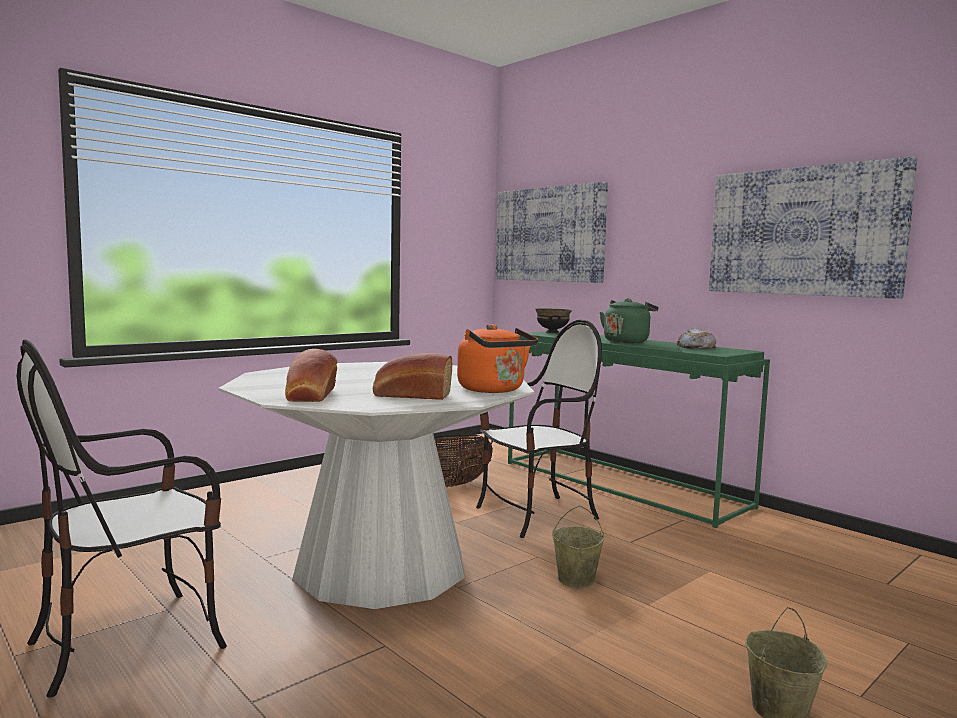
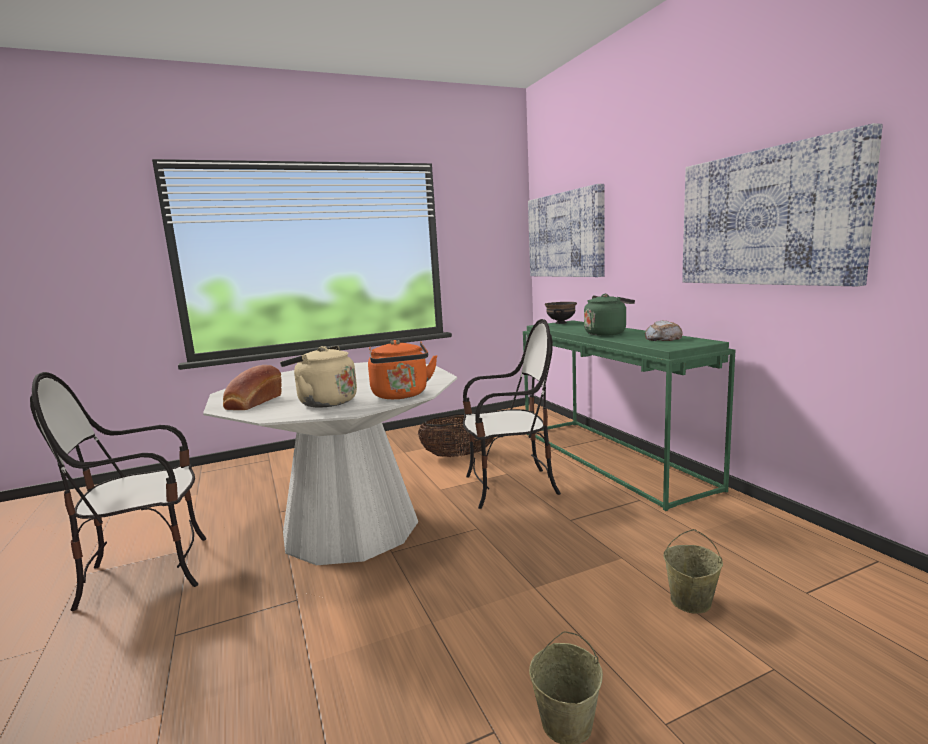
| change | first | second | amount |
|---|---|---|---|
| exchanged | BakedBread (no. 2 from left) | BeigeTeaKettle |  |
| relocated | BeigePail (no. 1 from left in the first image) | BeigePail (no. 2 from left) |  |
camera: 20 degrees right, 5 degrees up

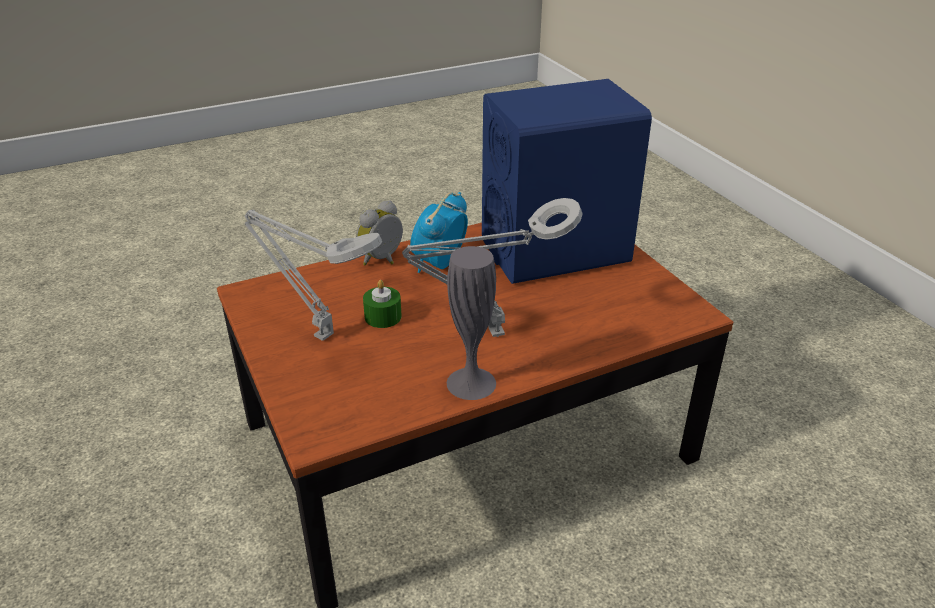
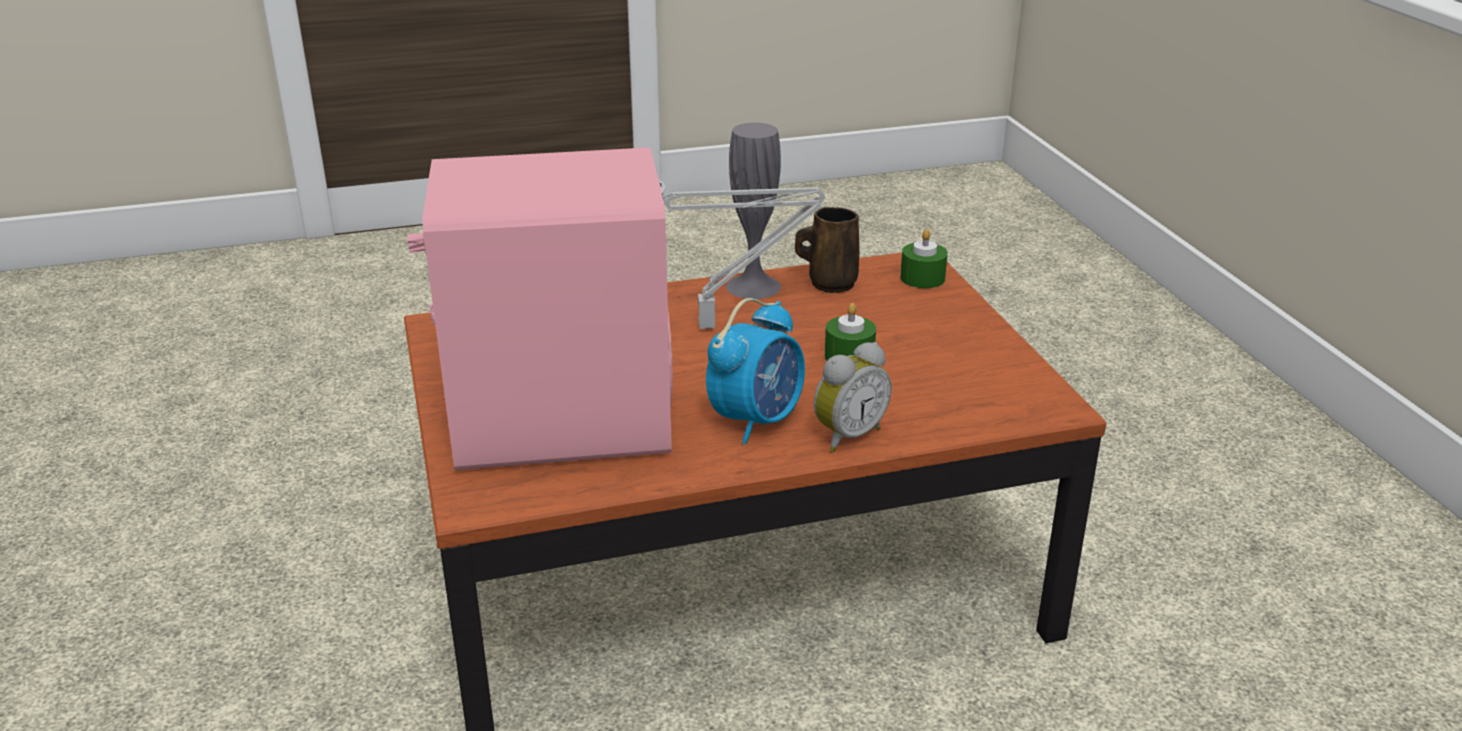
| change | first | second | amount |
|---|---|---|---|
| colour | BluishSpeaker | PinkColouredSpeaker |  |
| missing | GreyTableLamp (no. 1 from left) |  |  |
| appeared |  | BrownCoffeeMug |  |
| appeared |  | GreenCandle (no. 2 from left) |  |
camera: 170 degrees left, 5 degrees down

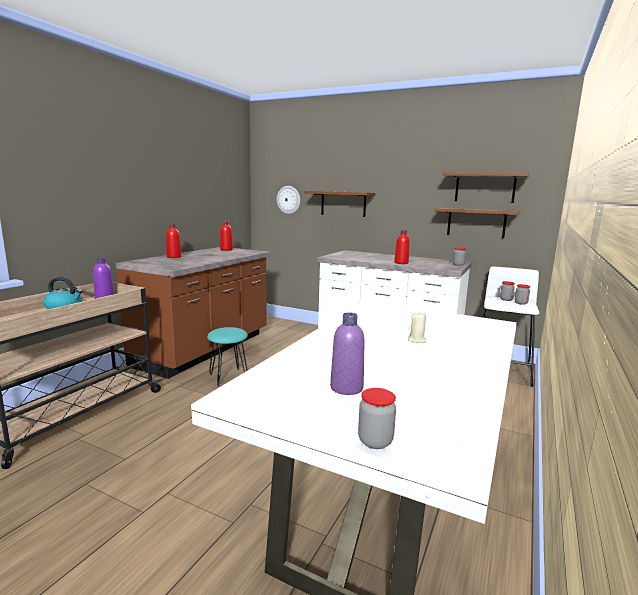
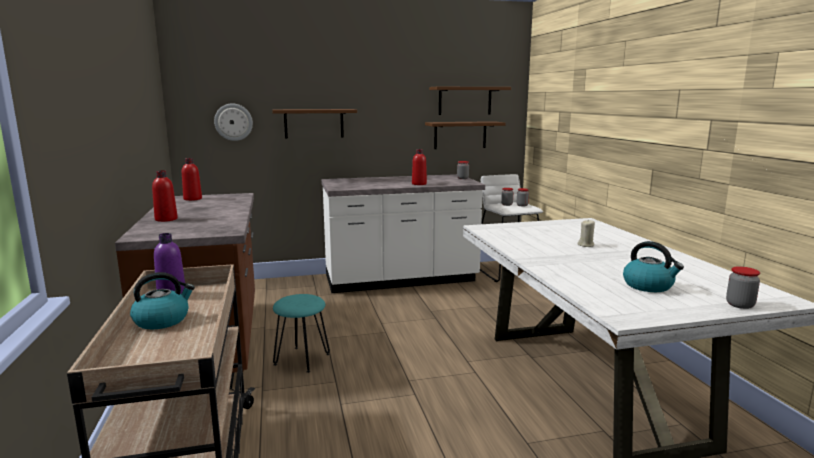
| change | first | second | amount |
|---|---|---|---|
| exchanged | PurpleDrinkBottle (no. 2 from left) | TeaKettle (no. 2 from left) |  |
camera: 40 degrees left, 0 degrees up

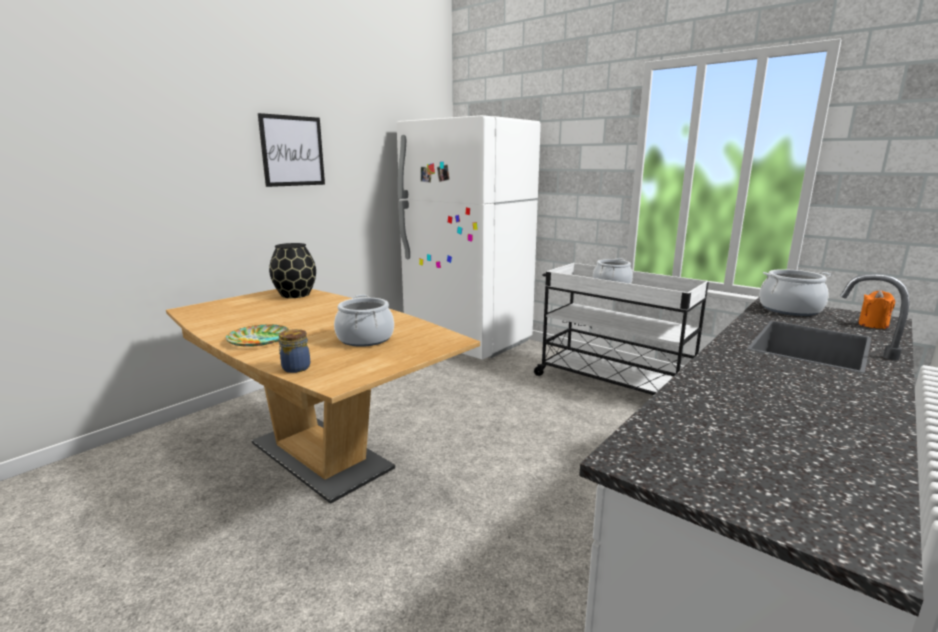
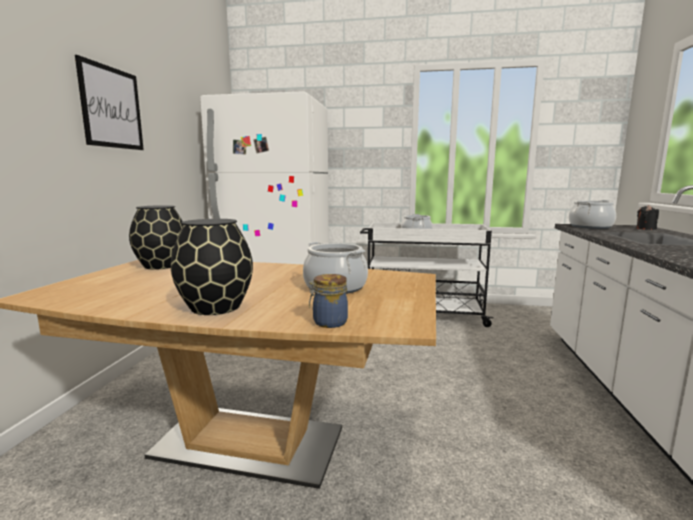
| change | first | second | amount |
|---|---|---|---|
| colour | OrangeyCandle | BlackishCandle |  |
| exchanged | Plate | BlackishFlowerVase (no. 2 from left) |  |
camera: 30 degrees left, 5 degrees down

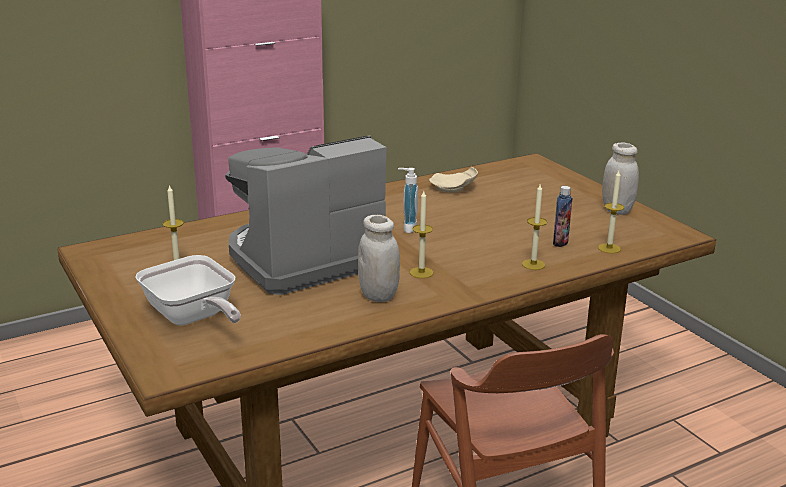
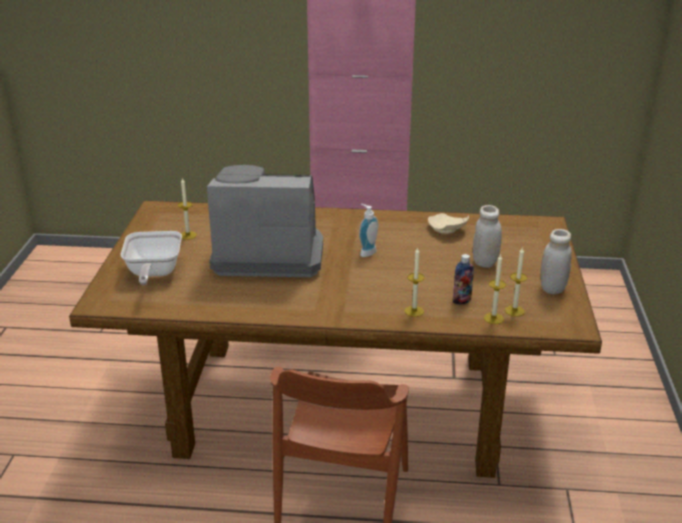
| change | first | second | amount |
|---|---|---|---|
| relocated | Candle (no. 2 from left in the first image) | Candle (no. 4 from left) |  |
| relocated | WhitishPreserveJar (no. 1 from left) |  |  |
camera: 35 degrees right, 5 degrees up

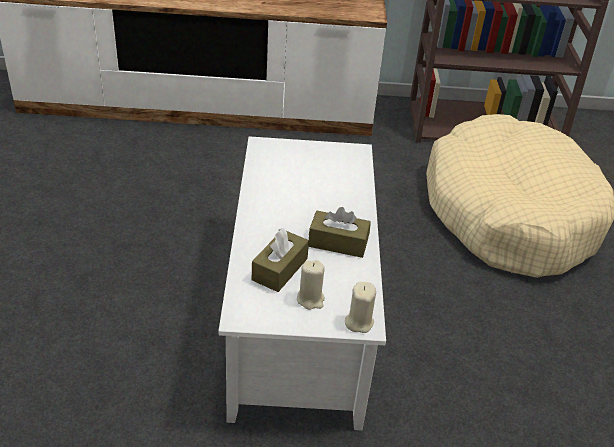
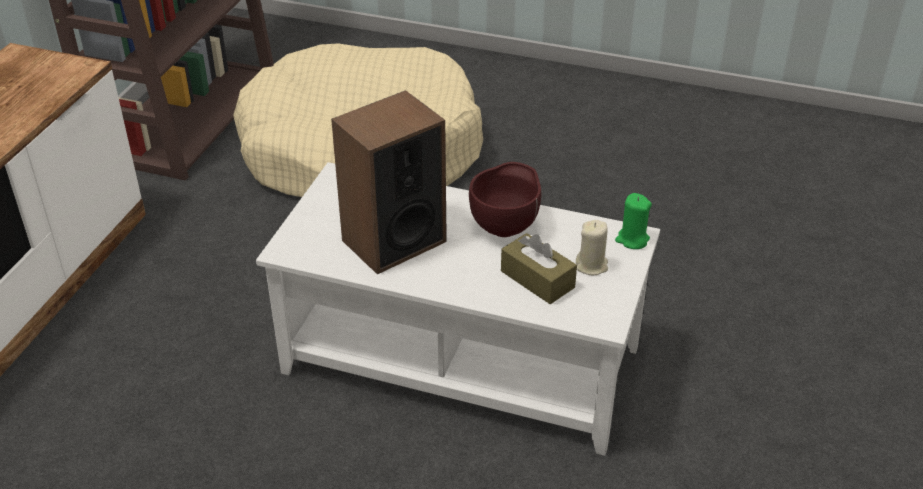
| change | first | second | amount |
|---|---|---|---|
| exchanged | BrownBoxOfTissues (no. 2 from left) | BrownDeepDish |  |
| colour | BeigeCandle (no. 2 from left) | GreenCandle |  |
| appeared |  | Speaker |  |
camera: 70 degrees left, 0 degrees up

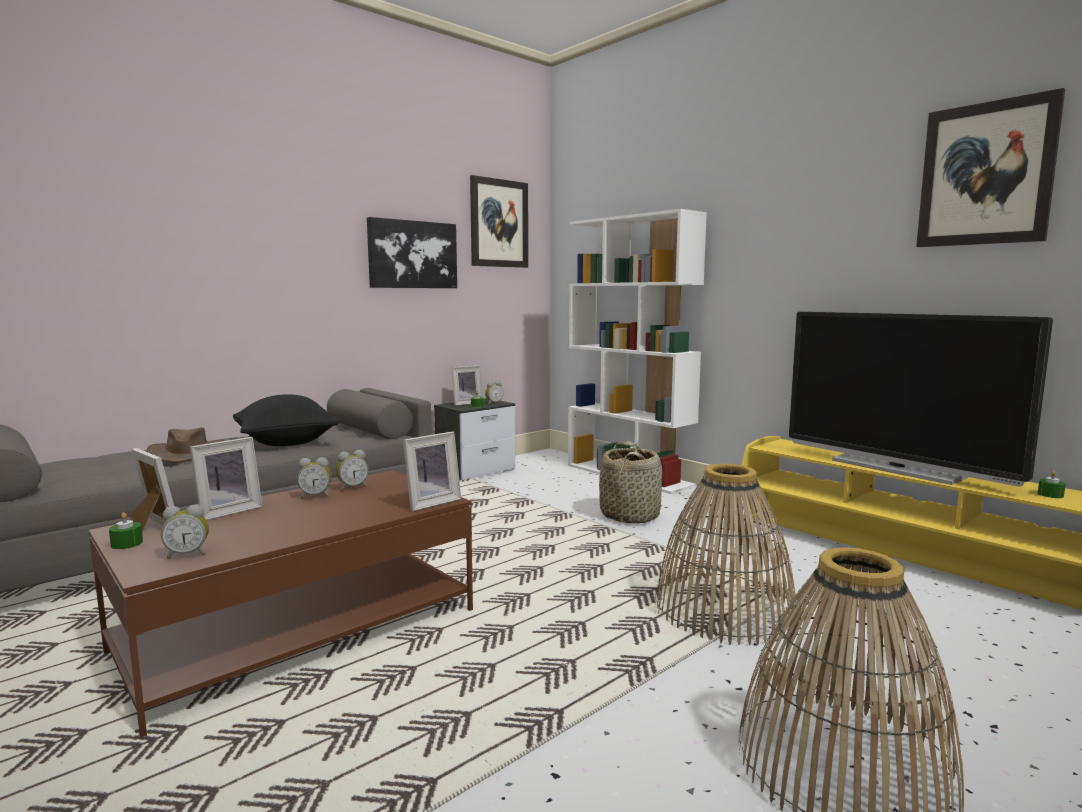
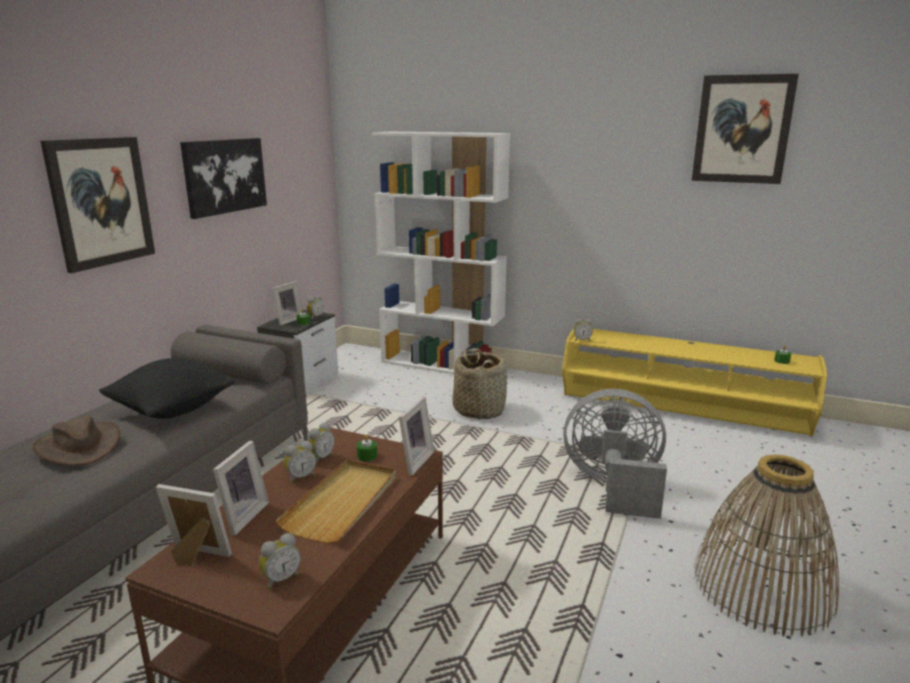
| change | first | second | amount |
|---|---|---|---|
| relocated | WallPicture (no. 2 from left in the first image) | WallPicture (no. 1 from left) |  |
| missing | TvSet |  |  |
| exchanged | Basket (no. 2 from left) | GreyCoolingFan |  |
| relocated | GreenCandle (no. 1 from left in the first image) | GreenCandle (no. 2 from left) |  |
| appeared |  | AlarmClock (no. 5 from left) |  |
| appeared |  | BeigeServingTray |  |
camera: 25 degrees left, 10 degrees up

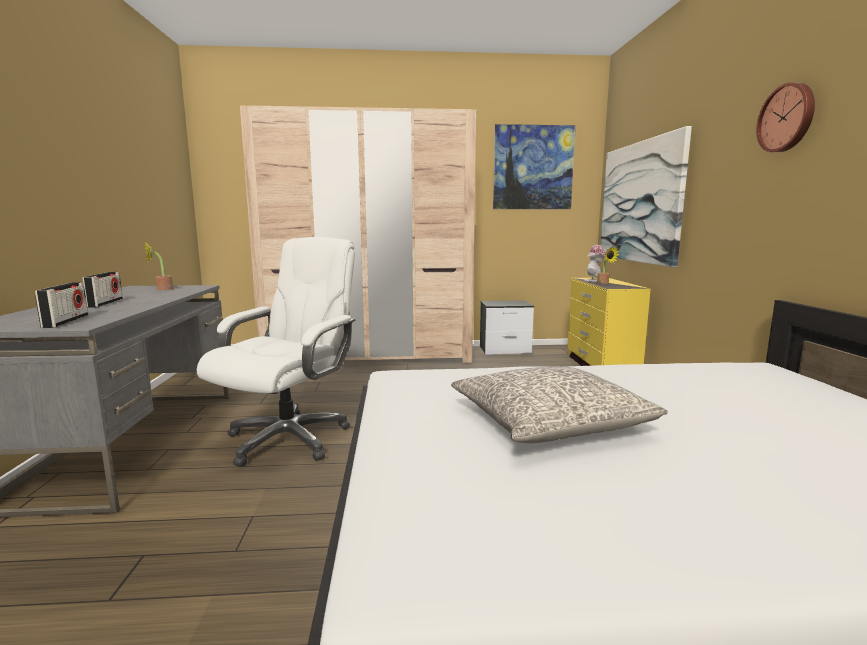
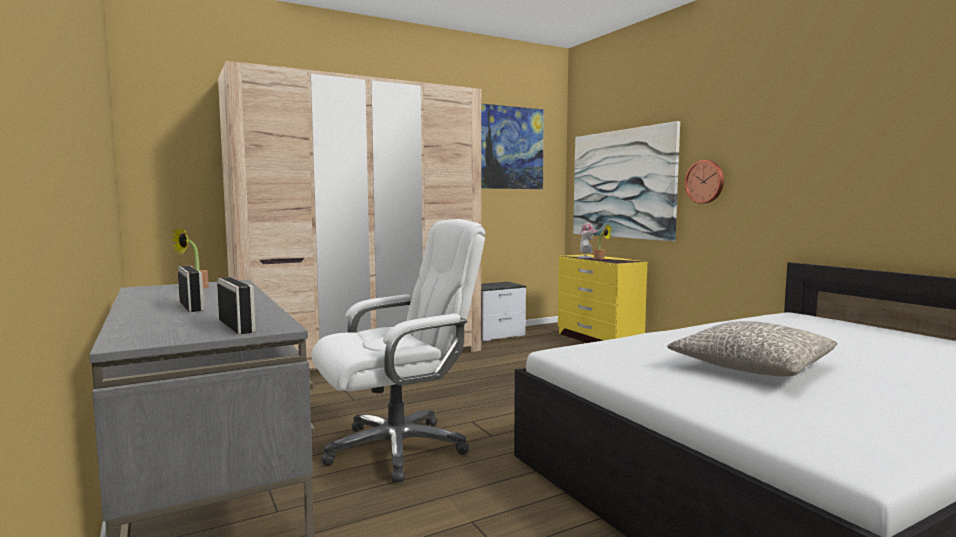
| change | first | second | amount |
|---|---|---|---|
| relocated | HangingClock |  |  |
| spun | WhitishOfficeChair |  | 60 degrees clockwise |
camera: 25 degrees left, 5 degrees down

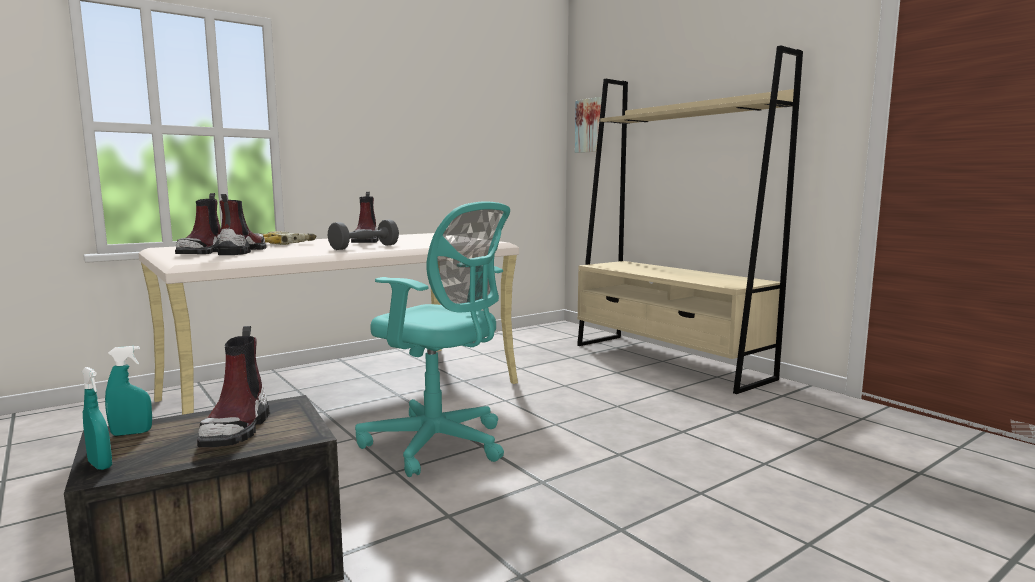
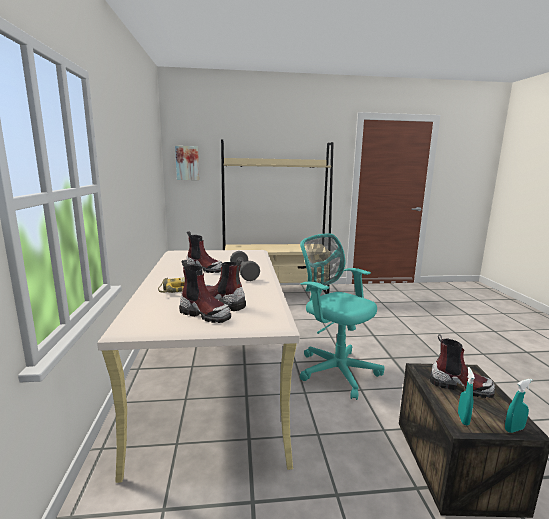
| change | first | second | amount |
|---|---|---|---|
| spun | TurquoiseColouredOfficeChair |  | 105 degrees counterclockwise |
camera: 60 degrees left, 5 degrees up

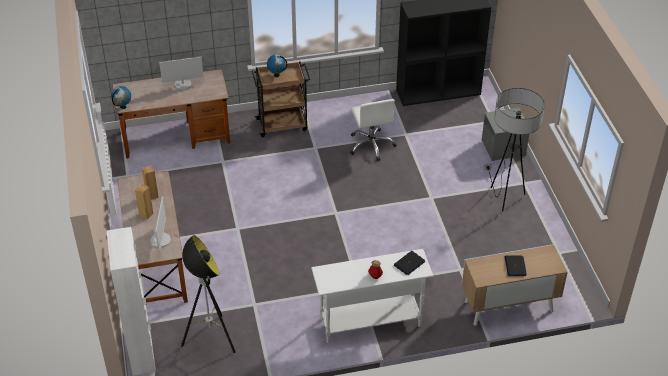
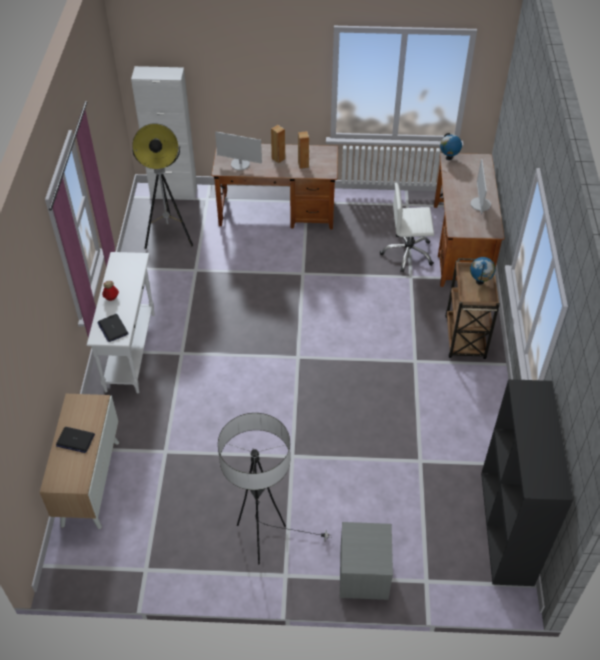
| change | first | second | amount |
|---|---|---|---|
| relocated | WhitishOfficeChair |  |  |
camera: 105 degrees right, 5 degrees up

